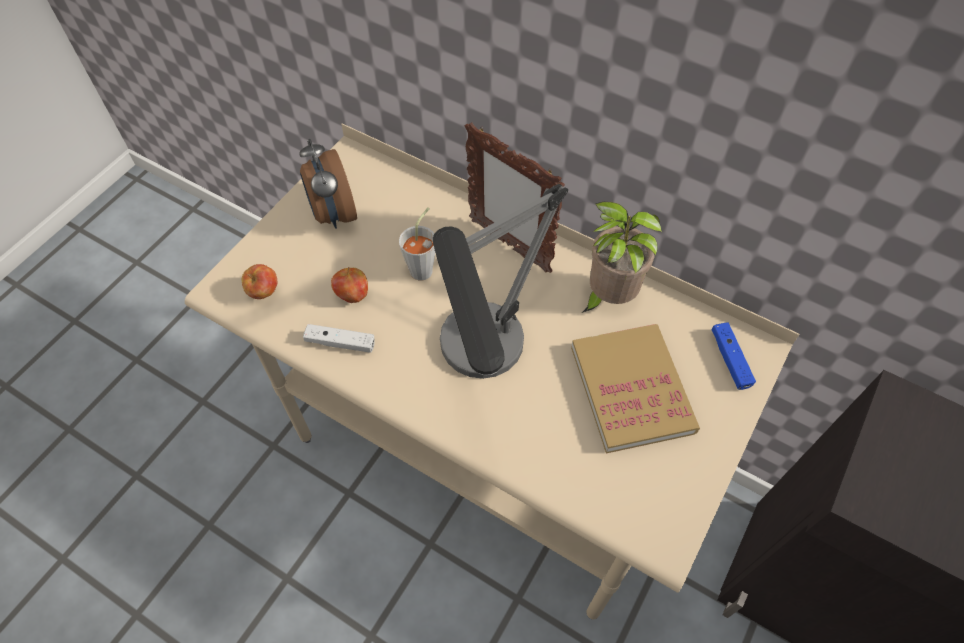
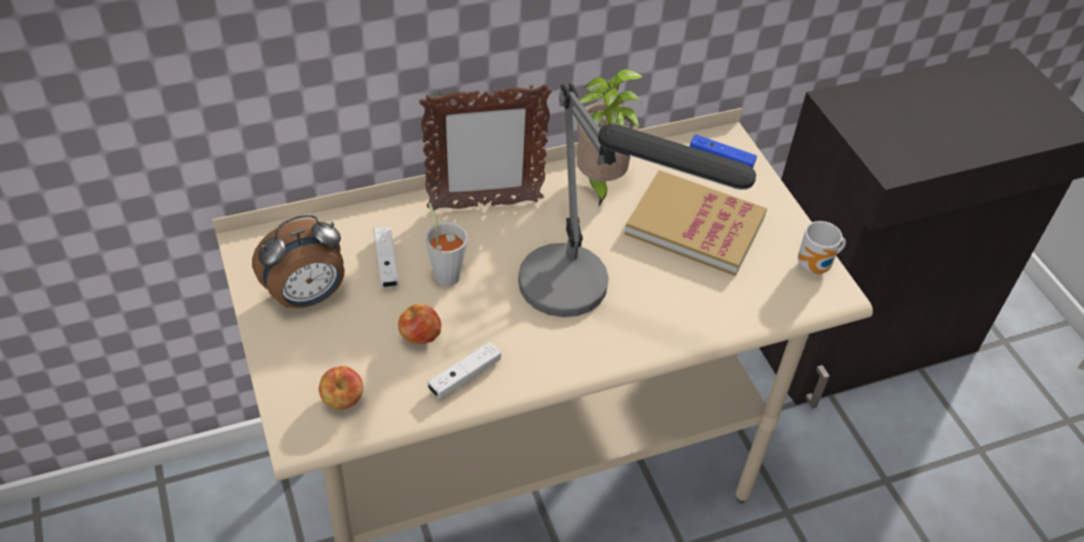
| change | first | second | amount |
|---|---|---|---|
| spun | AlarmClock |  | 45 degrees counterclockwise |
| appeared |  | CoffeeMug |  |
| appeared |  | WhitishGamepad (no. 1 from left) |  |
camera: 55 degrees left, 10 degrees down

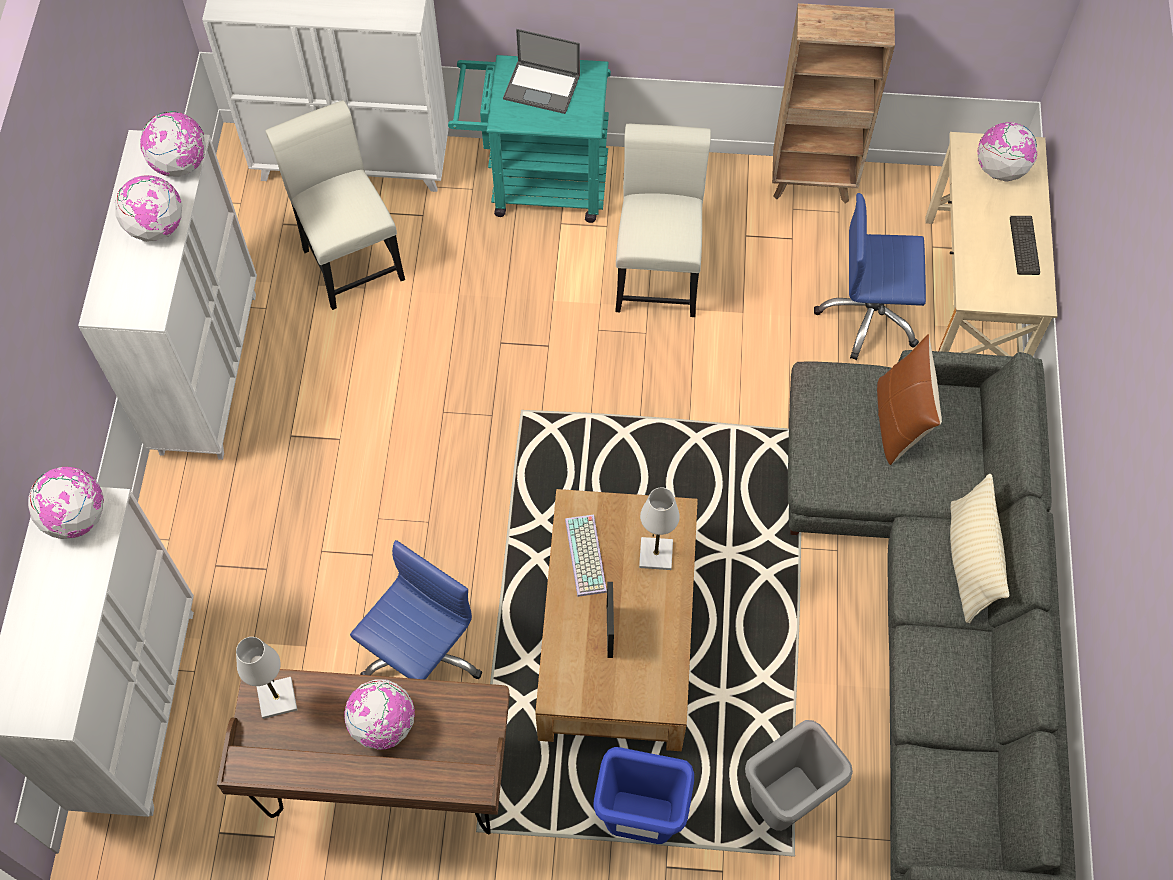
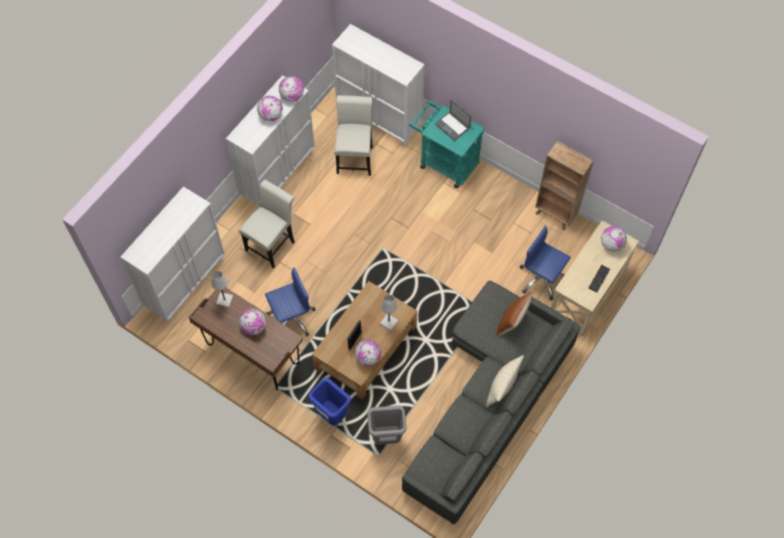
| change | first | second | amount |
|---|---|---|---|
| relocated | WhitishChair (no. 2 from left in the first image) | WhitishChair (no. 1 from left) |  |
| relocated | WorldGlobe (no. 1 from left in the first image) | WorldGlobe (no. 4 from left) |  |
| missing | PcKeyboard (no. 1 from left) |  |  |
camera: 30 degrees right, 0 degrees up

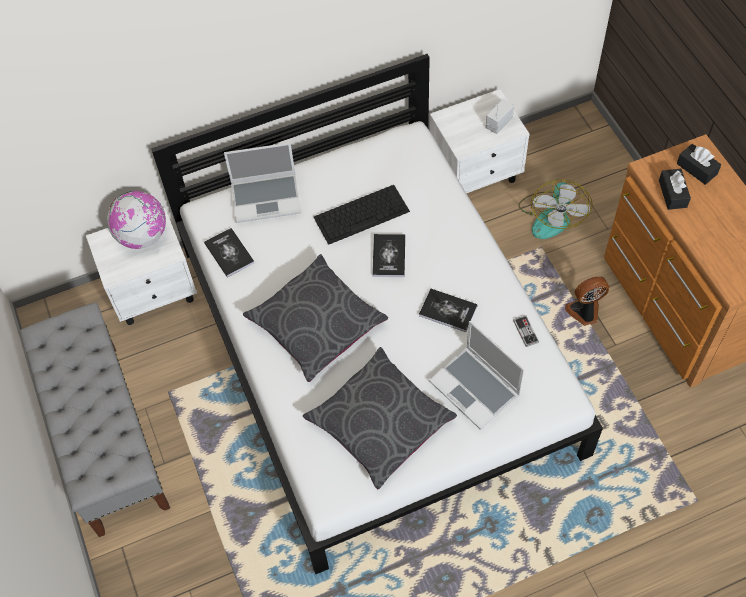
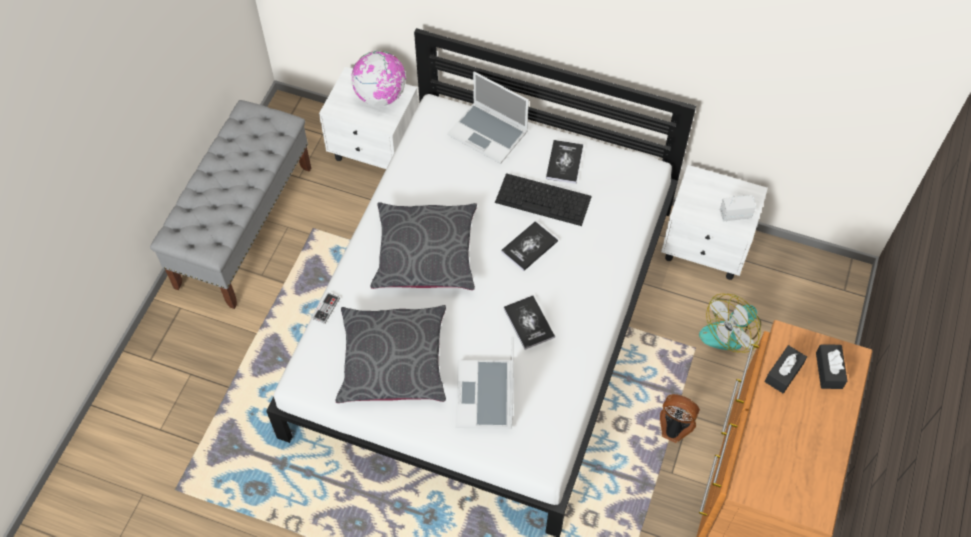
| change | first | second | amount |
|---|---|---|---|
| relocated | Volume (no. 1 from left in the first image) | Volume (no. 3 from left) |  |
| relocated | Gamepad |  |  |
camera: 40 degrees right, 0 degrees up

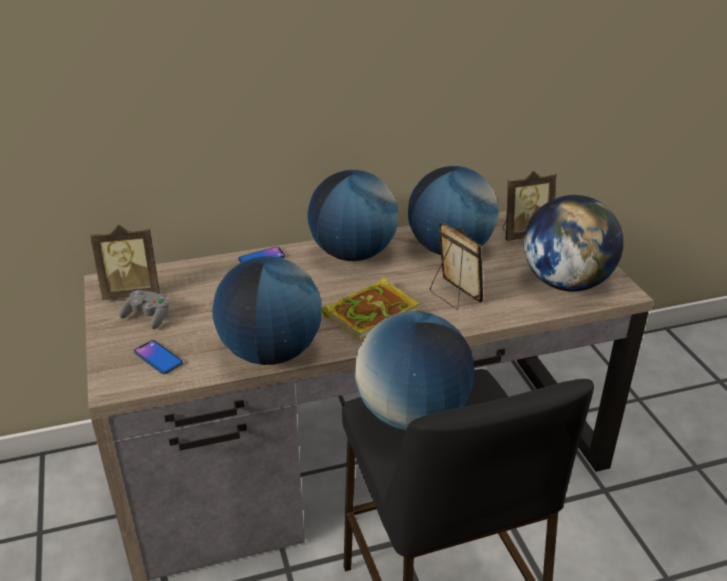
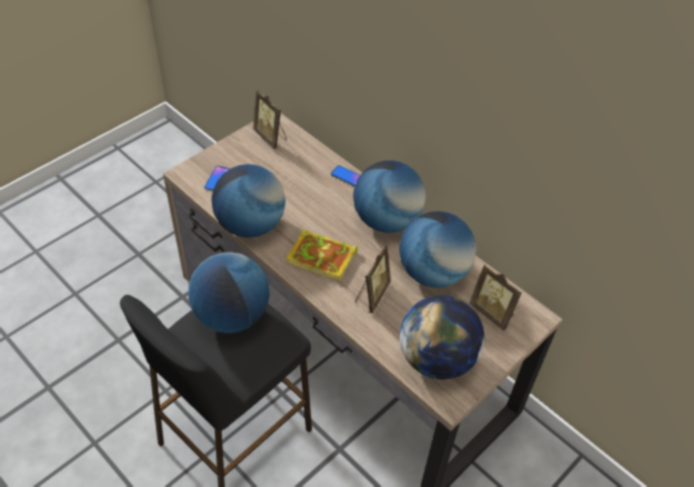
| change | first | second | amount |
|---|---|---|---|
| missing | GreyGamepad |  |  |
camera: 60 degrees right, 15 degrees up

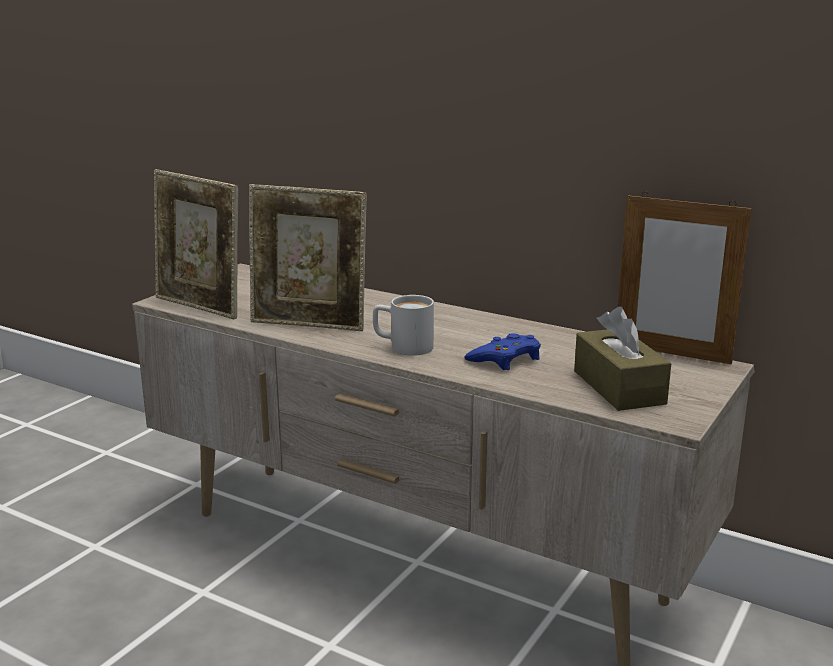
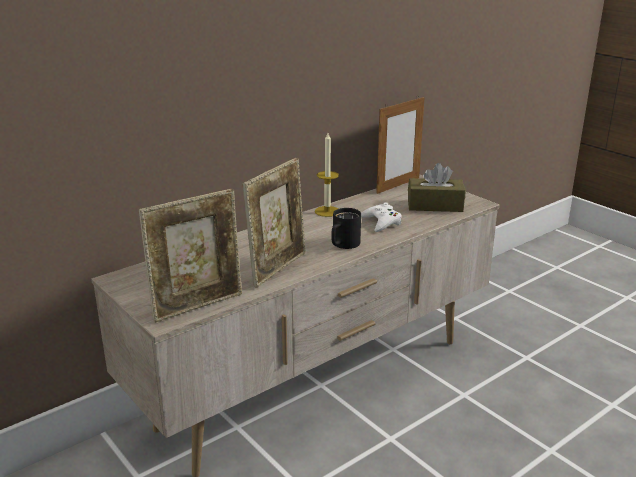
| change | first | second | amount |
|---|---|---|---|
| colour | WhitishCoffeeMug | BlackishCoffeeMug |  |
| colour | BluishGamepad | WhitishGamepad |  |
| appeared |  | Candle |  |
camera: 70 degrees left, 5 degrees up

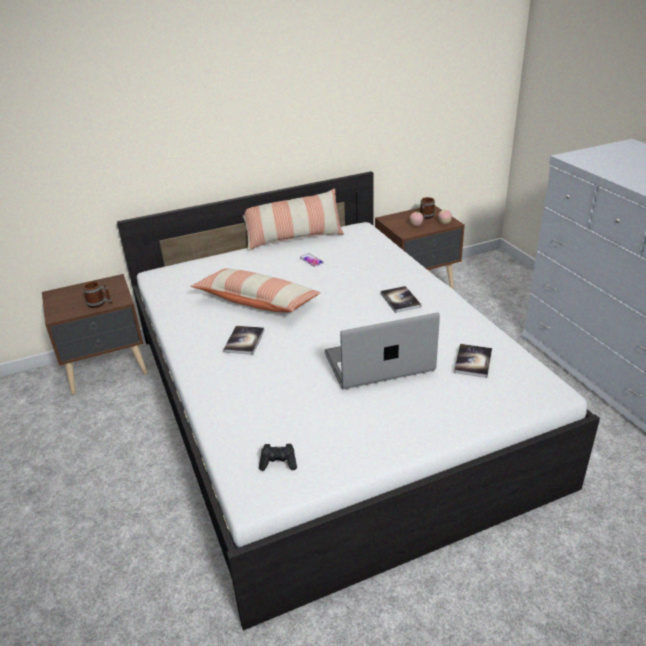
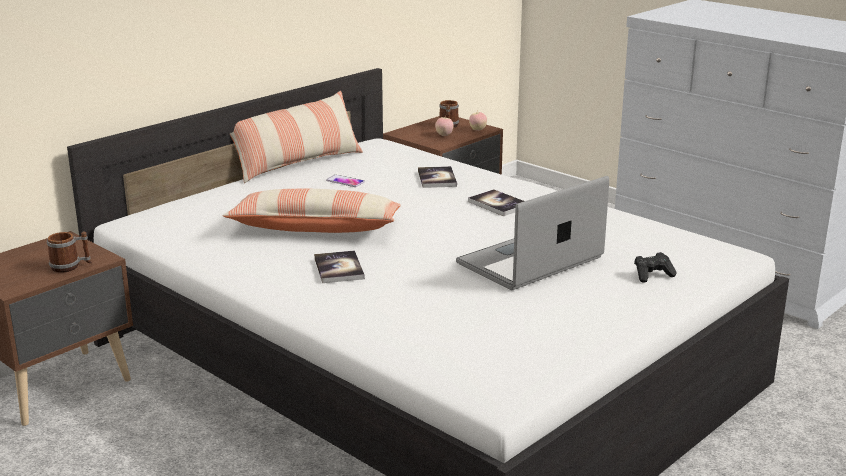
| change | first | second | amount |
|---|---|---|---|
| relocated | Volume (no. 3 from left in the first image) | Volume (no. 2 from left) |  |
| relocated | BlackishGamepad |  |  |
camera: 25 degrees left, 10 degrees down

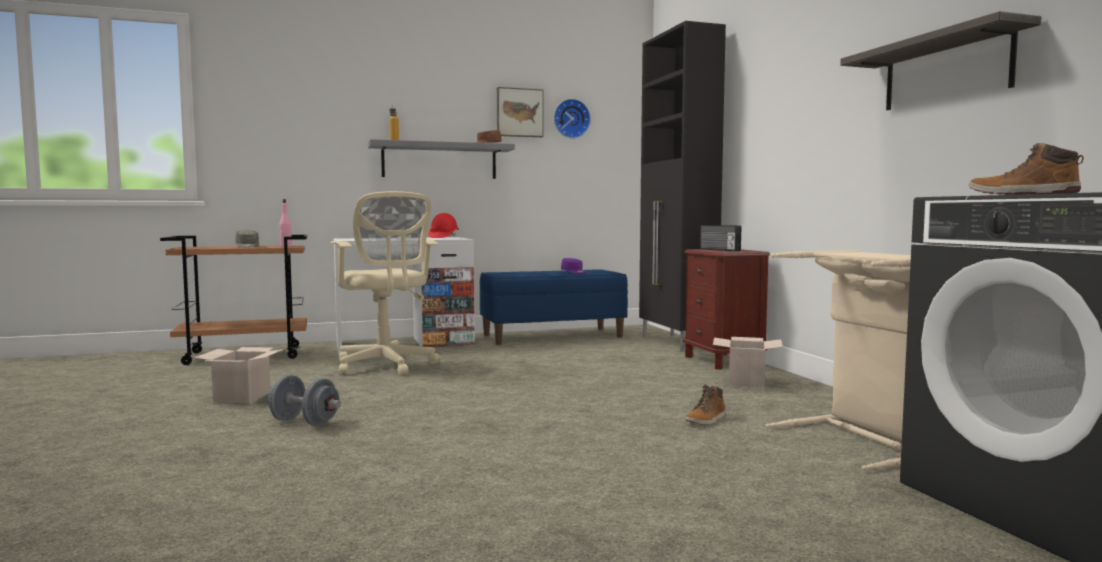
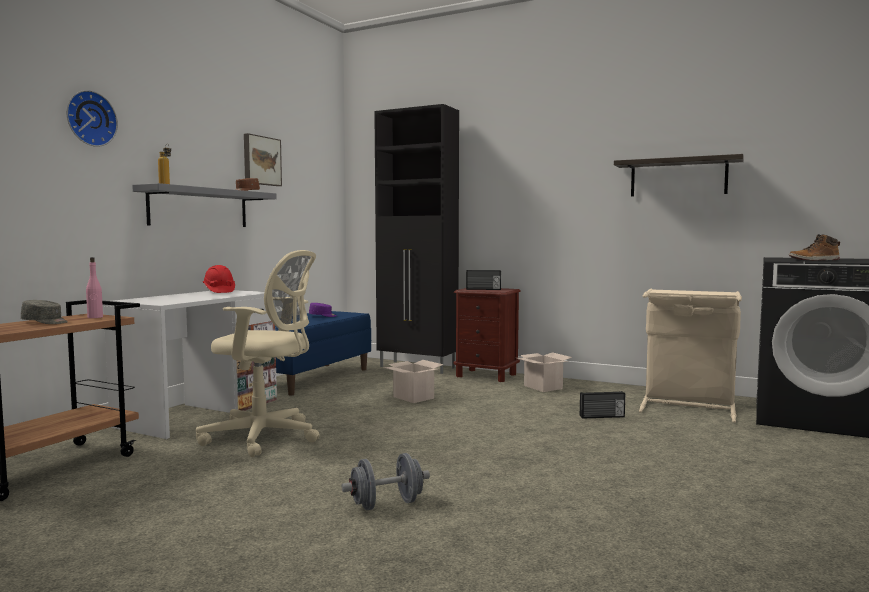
| change | first | second | amount |
|---|---|---|---|
| relocated | HangingClock |  |  |
| relocated | Carton (no. 1 from left) |  |  |
| exchanged | TallBoot (no. 1 from left) | RadioReceiver (no. 2 from left) |  |
camera: 45 degrees left, 0 degrees up

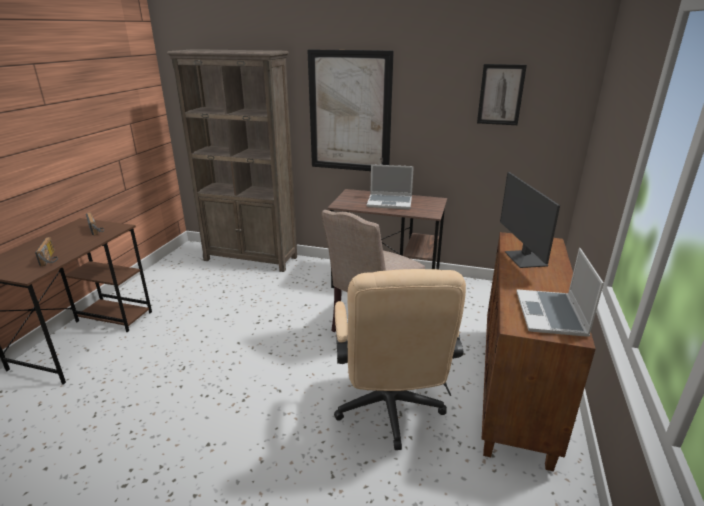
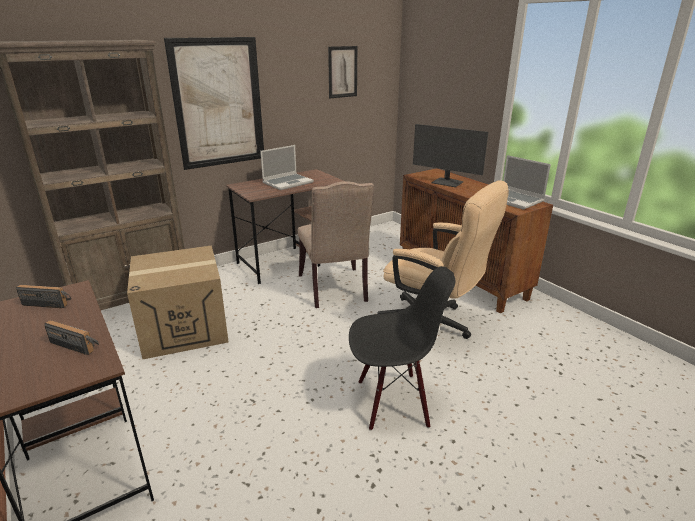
| change | first | second | amount |
|---|---|---|---|
| appeared |  | Carton |  |
| appeared |  | BlackishChair |  |
camera: 50 degrees left, 0 degrees up

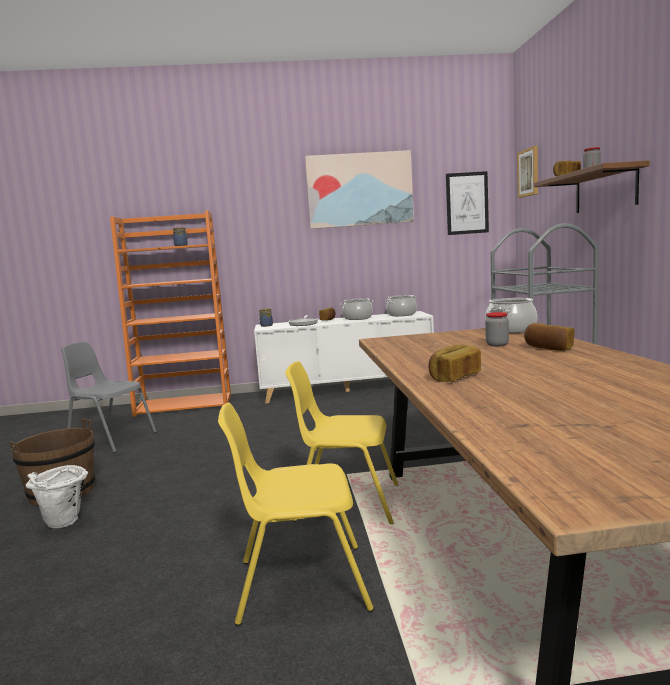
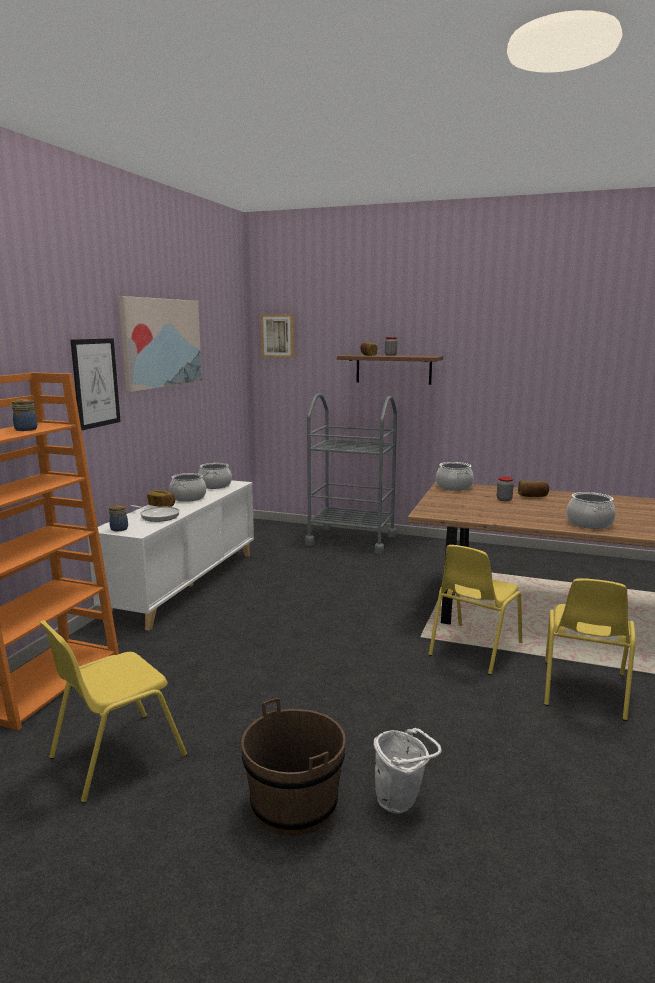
| change | first | second | amount |
|---|---|---|---|
| relocated | WallPicture (no. 2 from left in the first image) | WallPicture (no. 1 from left) |  |
| colour | GreyChair | YellowChair (no. 1 from left) |  |
| exchanged | BakedBread (no. 2 from left) | Saucepot (no. 4 from left) |  |
camera: 65 degrees left, 5 degrees up

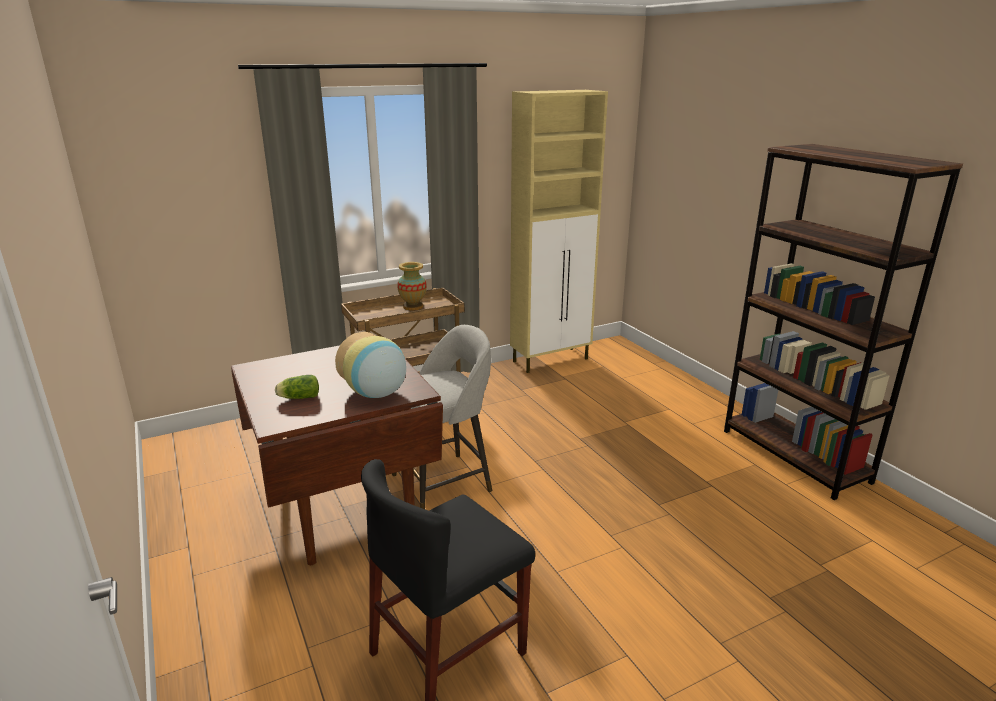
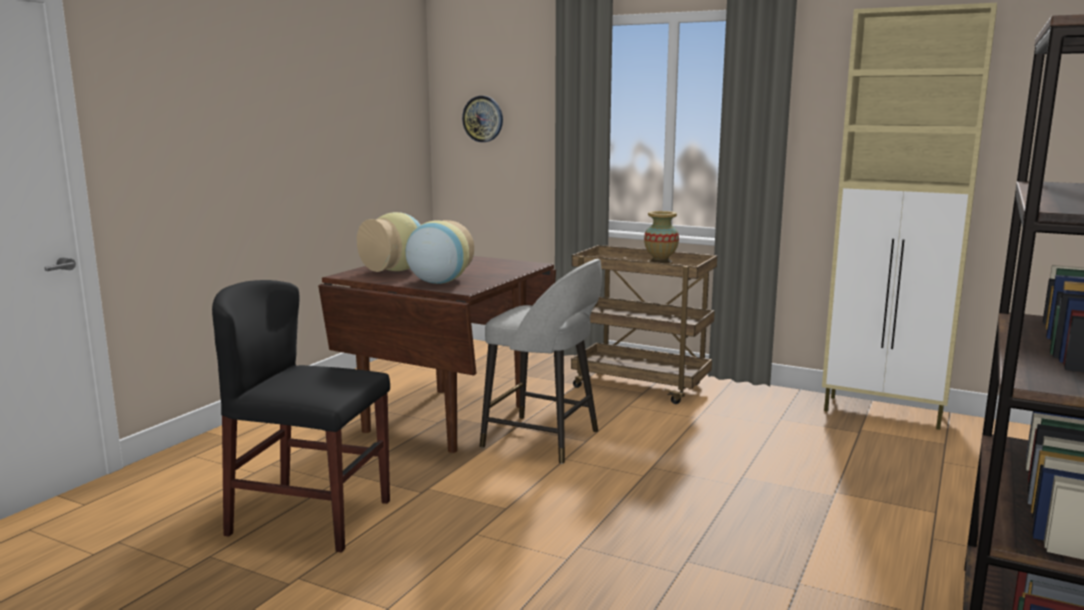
| change | first | second | amount |
|---|---|---|---|
| exchanged | LettuceHead | FlowerVase (no. 1 from left) |  |
| appeared |  | HangingClock |  |
camera: 55 degrees right, 10 degrees down

